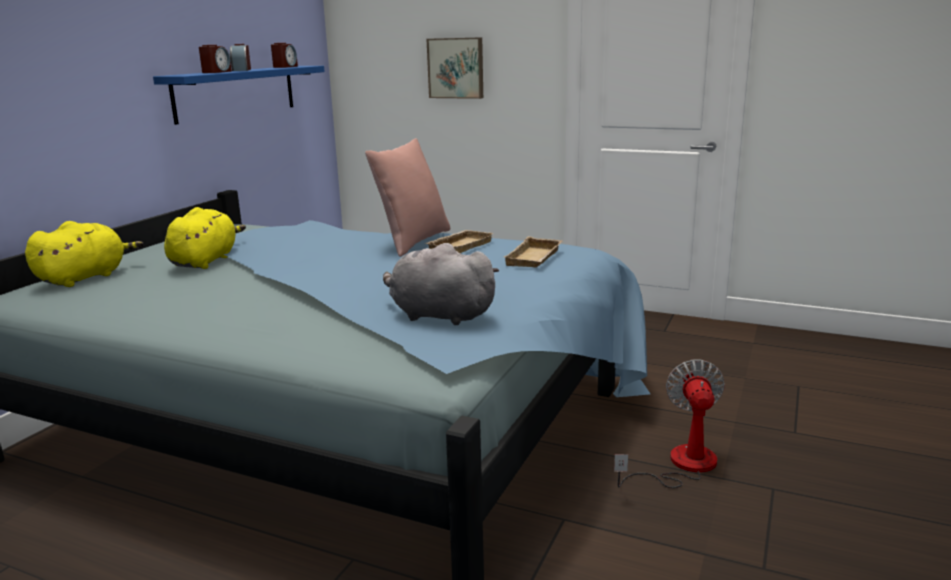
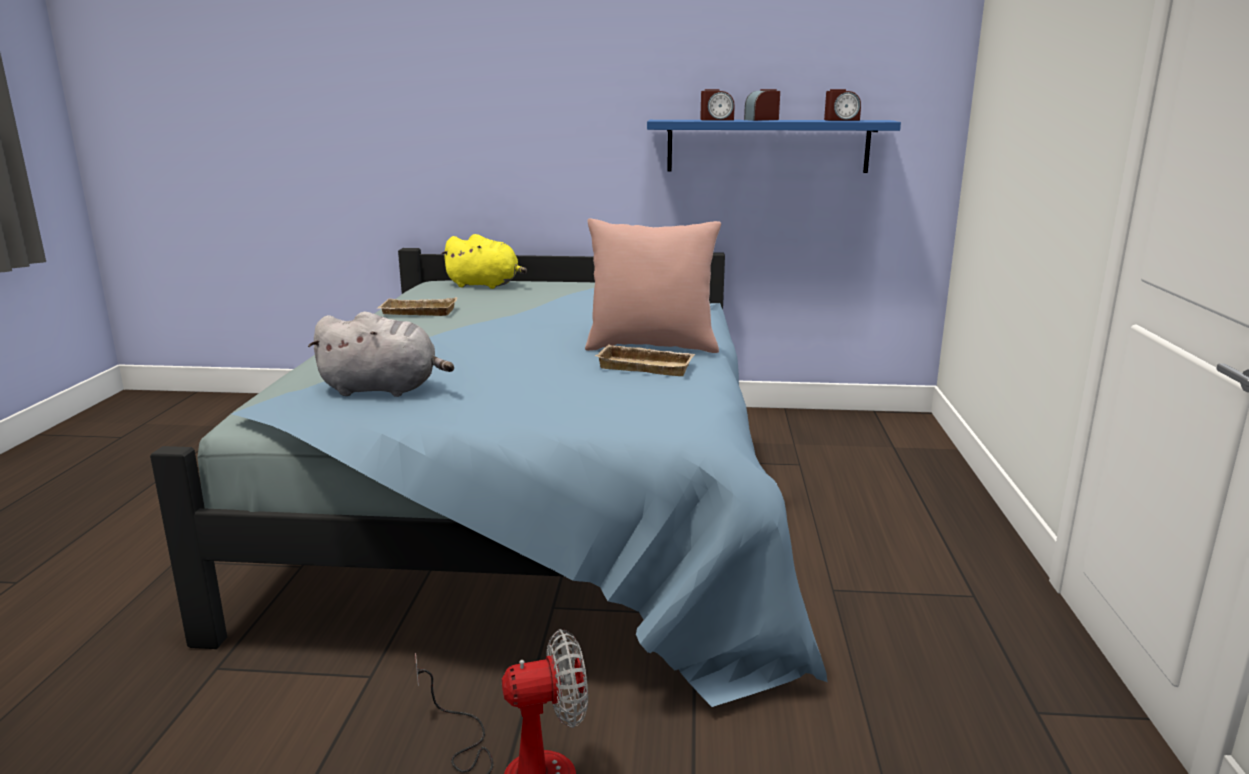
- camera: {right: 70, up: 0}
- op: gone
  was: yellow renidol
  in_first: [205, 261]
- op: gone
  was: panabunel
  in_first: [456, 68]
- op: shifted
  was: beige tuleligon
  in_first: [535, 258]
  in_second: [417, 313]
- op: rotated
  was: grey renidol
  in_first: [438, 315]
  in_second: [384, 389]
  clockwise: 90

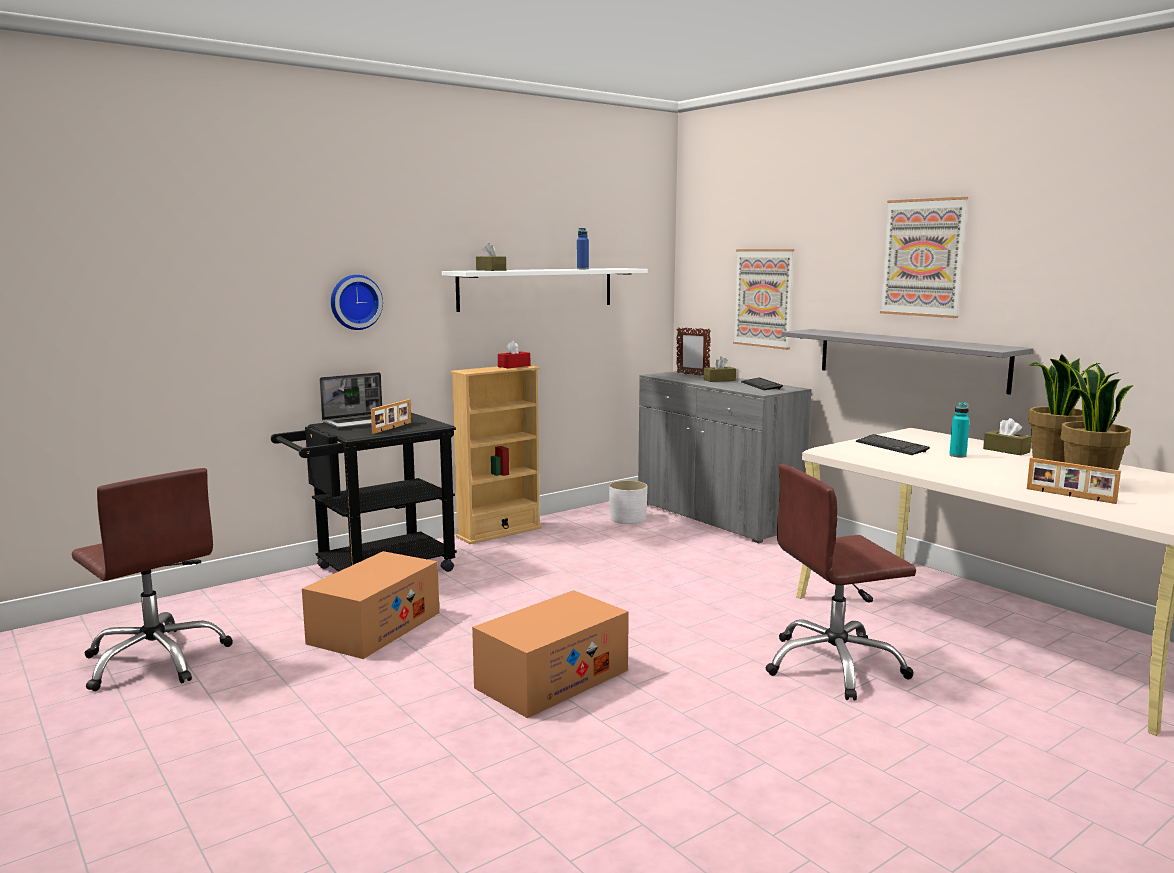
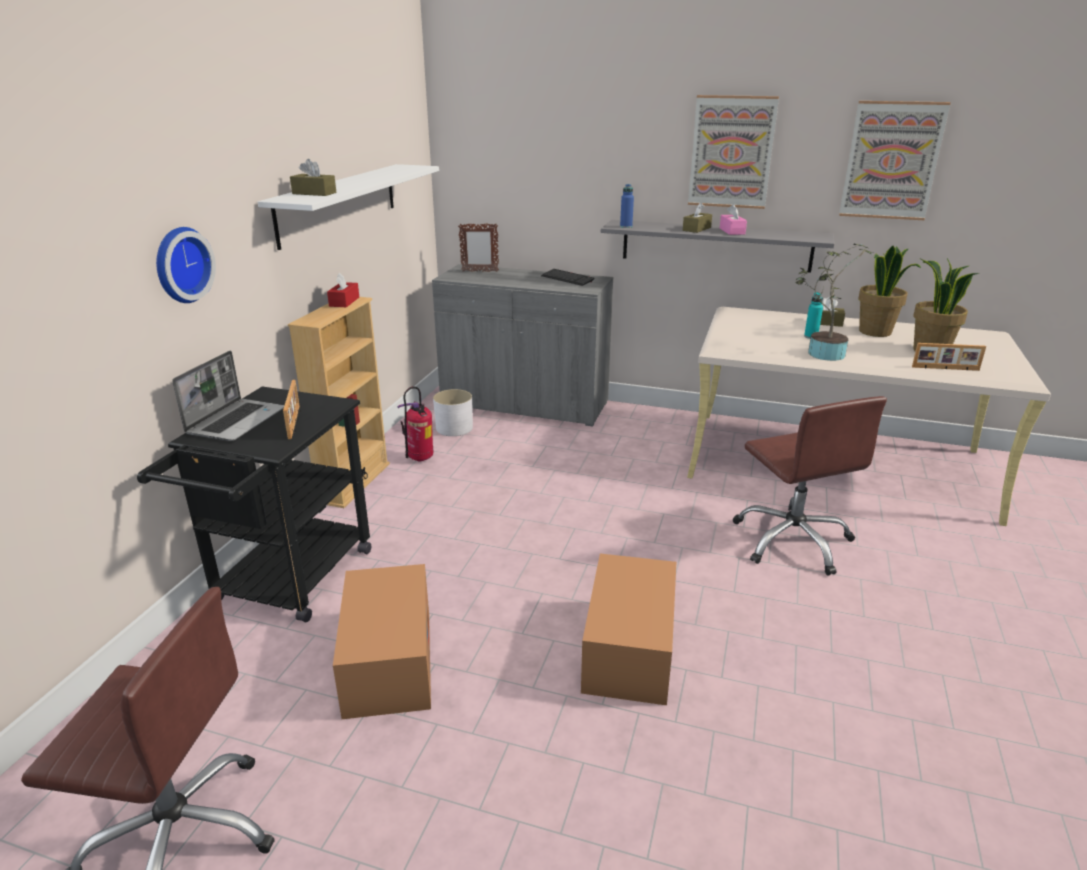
- camera: {right: -35, up: 15}
- op: gone
  was: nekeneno
  in_first: [891, 446]
- op: new
  now: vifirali
  in_second: [420, 459]
- op: new
  now: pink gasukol
  in_second: [732, 231]
- op: new
  now: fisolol
  in_second: [821, 353]
- op: shifted
  was: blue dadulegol
  in_first: [582, 269]
  in_second: [626, 226]
- op: shifted
  was: brown gasukol
  in_first: [719, 380]
  in_second: [696, 229]
- op: shifted
  was: panabunel
  in_first: [763, 298]
  in_second: [891, 161]
- op: rotated
  was: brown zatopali
  in_first: [834, 666]
  in_second: [793, 540]
  clockwise: -60

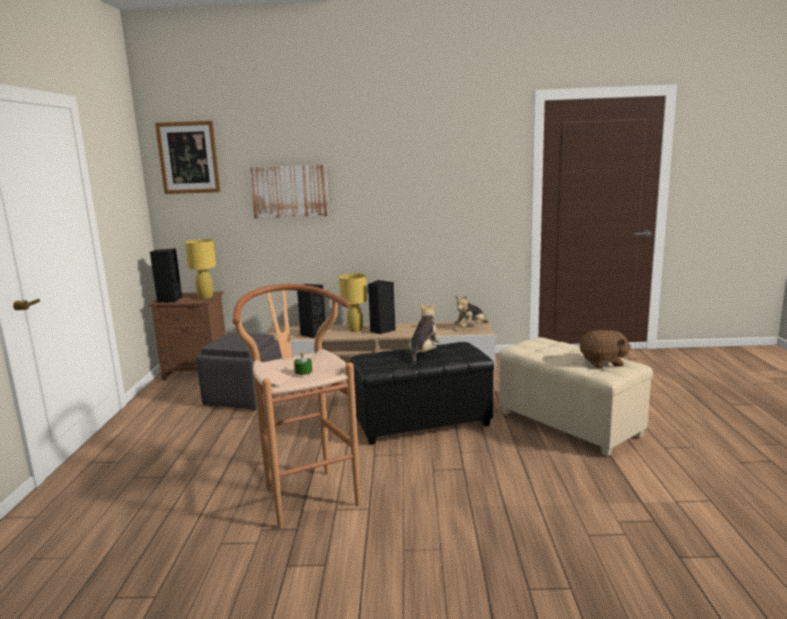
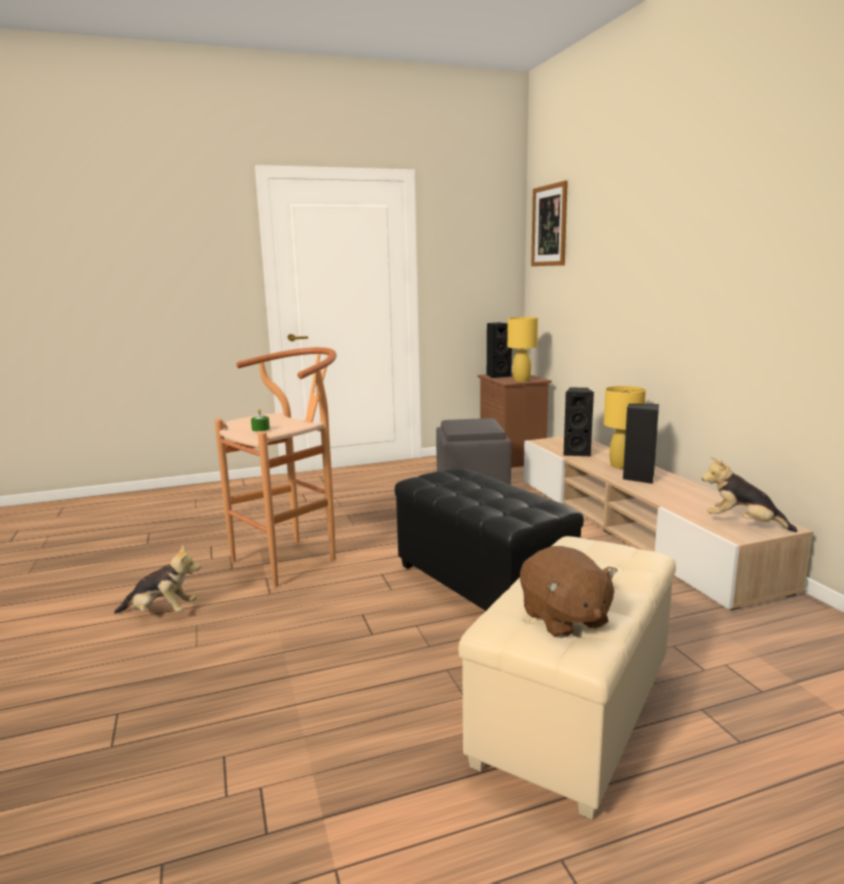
- camera: {right: 70, up: 0}
- op: gone
  was: panabunel
  in_first: [290, 191]
- op: shifted
  was: renidol
  in_first: [424, 353]
  in_second: [161, 612]

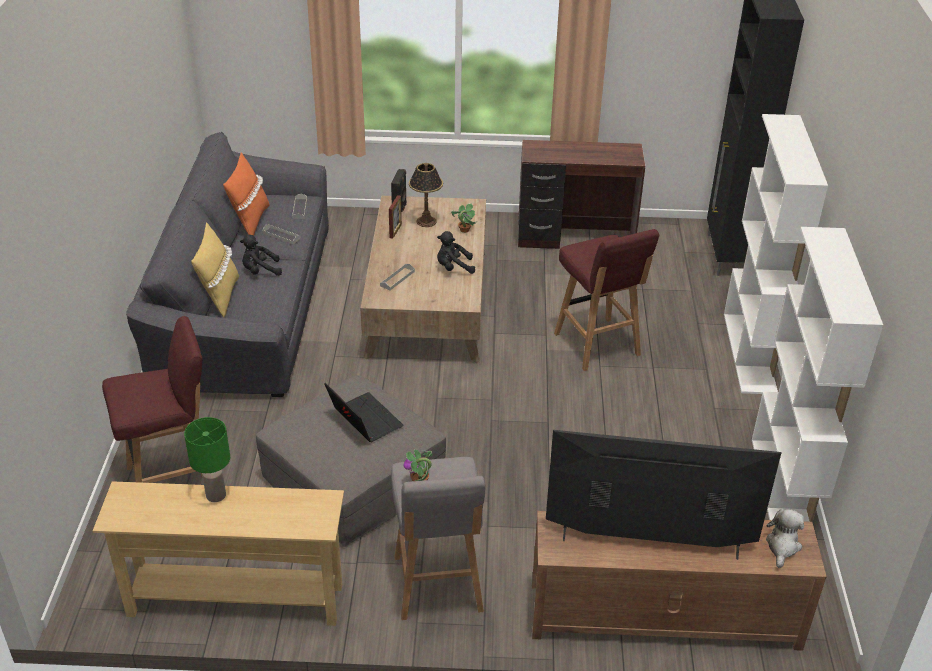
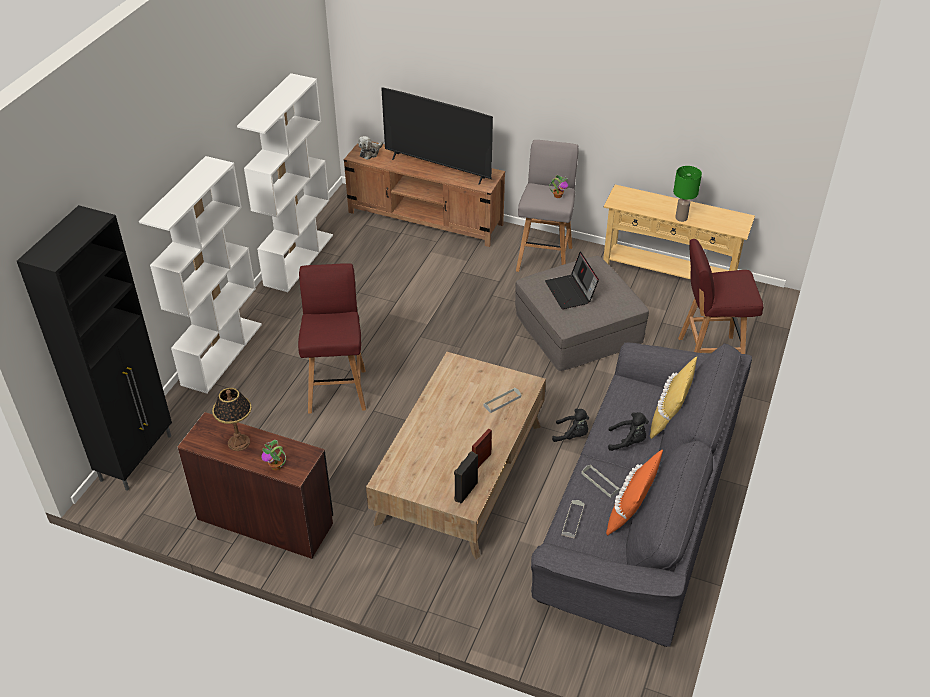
- camera: {right: -160, up: 5}
- op: shifted
  was: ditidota
  in_first: [426, 221]
  in_second: [239, 442]
- op: shifted
  was: black renidol
  in_first: [453, 268]
  in_second: [572, 435]
- op: shifted
  was: fisolol
  in_first: [464, 230]
  in_second: [276, 466]

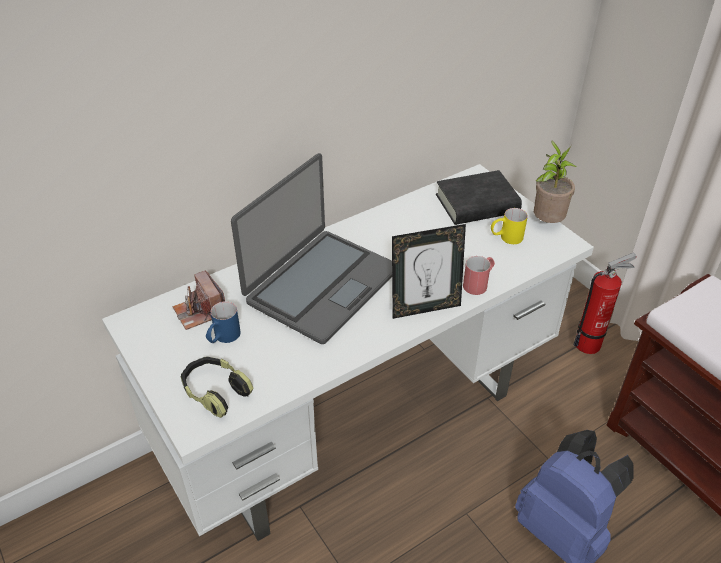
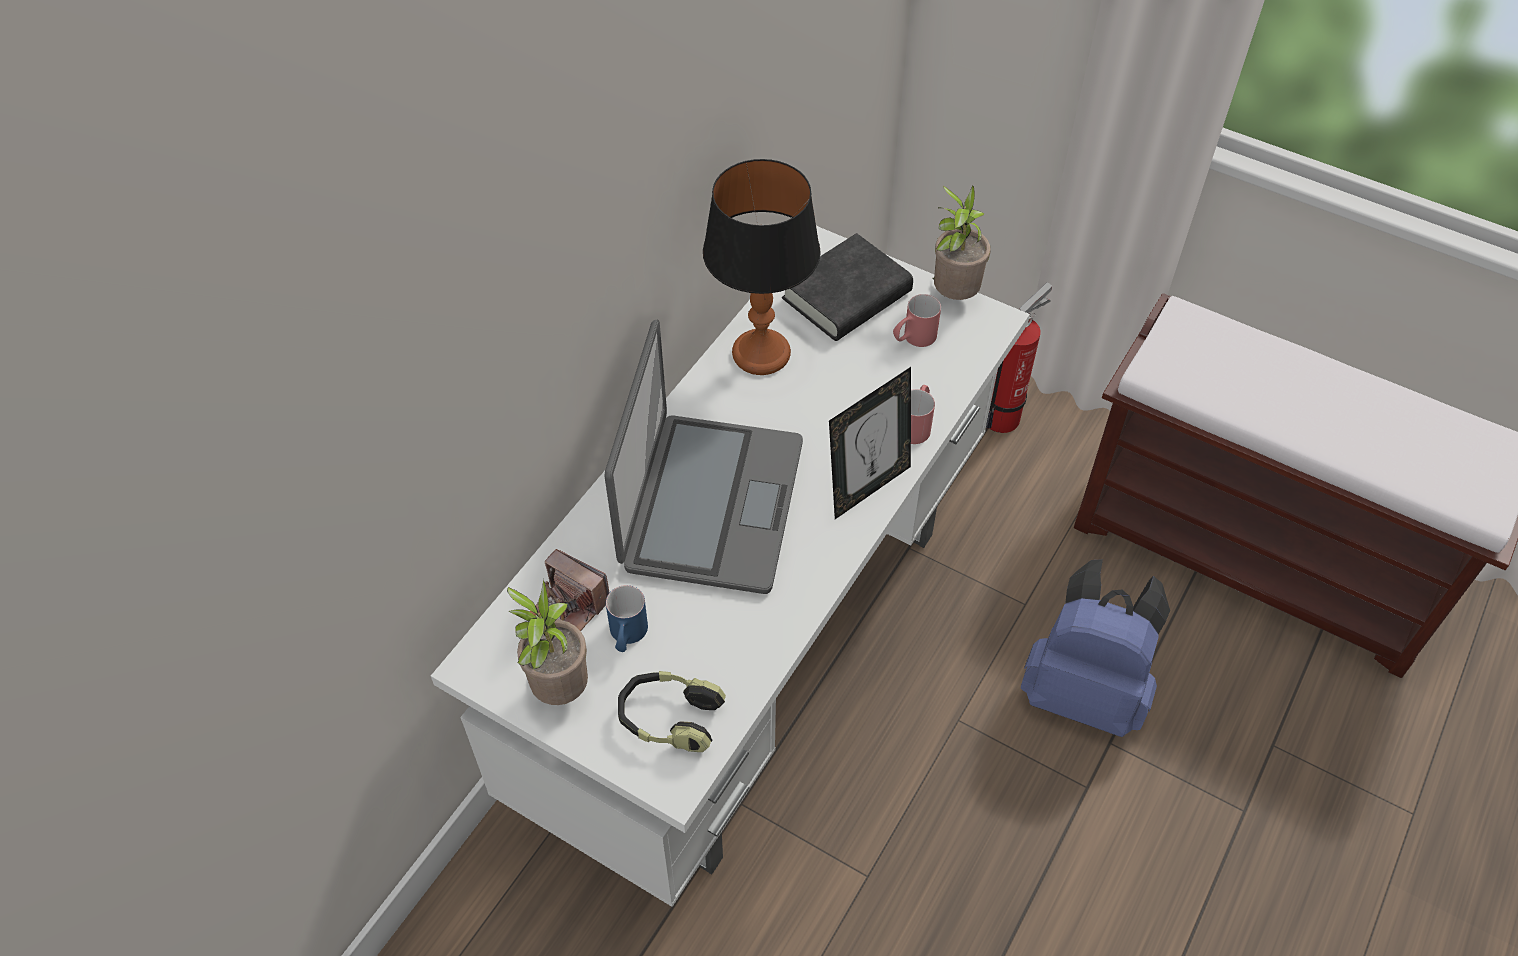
- camera: {right: -25, up: 10}
- op: new
  now: fisolol
  in_second: [558, 689]
- op: new
  now: ditidota
  in_second: [761, 354]
- op: repainted
  was: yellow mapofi
  now: red mapofi
  in_first: [506, 238]
  in_second: [913, 339]

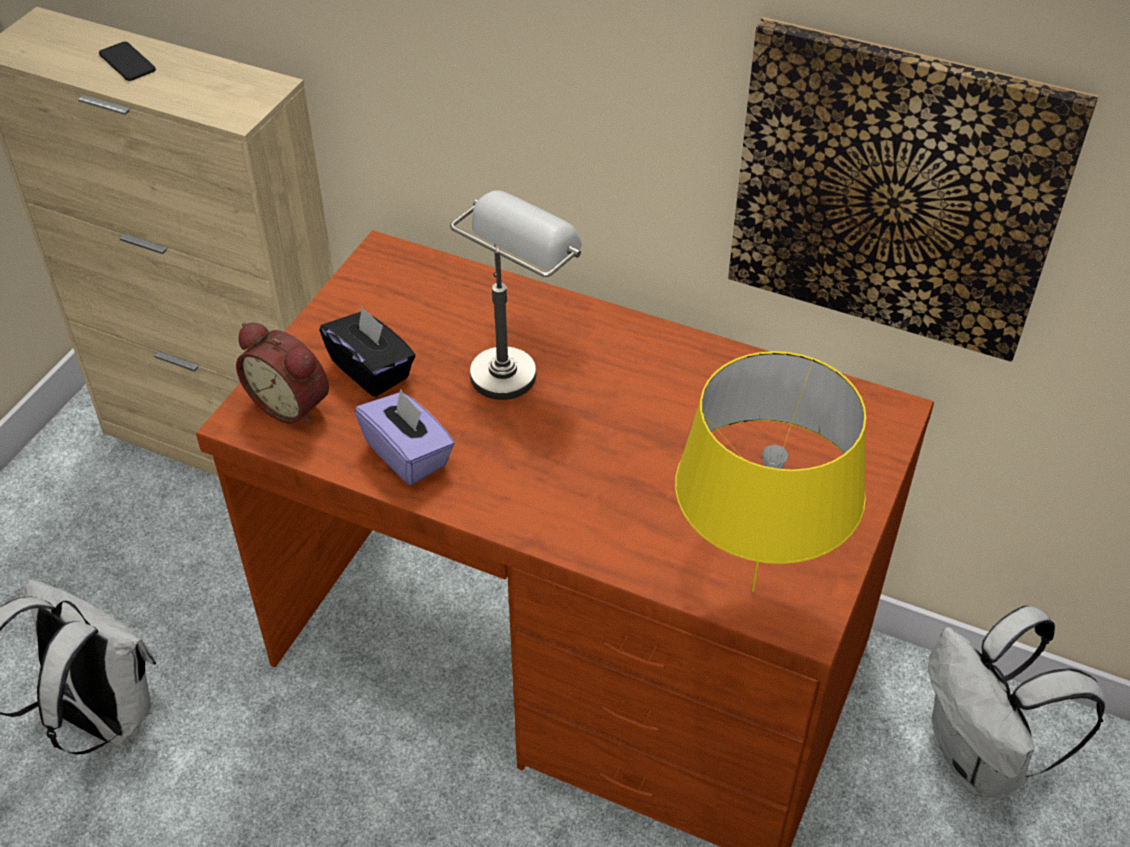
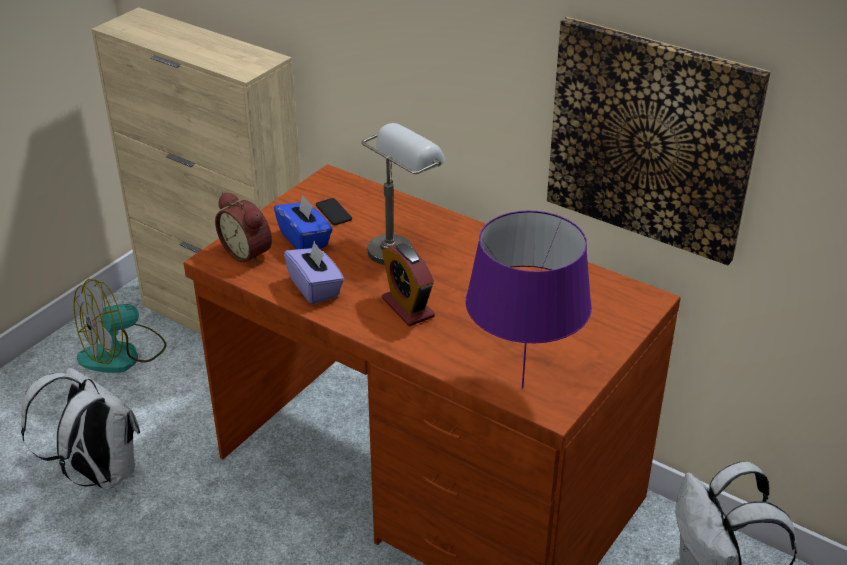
- camera: {right: 10, up: -10}
- op: new
  now: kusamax
  in_second: [122, 354]
- op: new
  now: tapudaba
  in_second: [408, 307]
- op: shifted
  was: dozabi
  in_first: [127, 62]
  in_second: [333, 212]
- op: repainted
  was: black gasukol
  now: blue gasukol
  in_first: [371, 370]
  in_second: [305, 240]
- op: repainted
  was: yellow ditidota
  now: purple ditidota
  in_first: [752, 590]
  in_second: [522, 387]

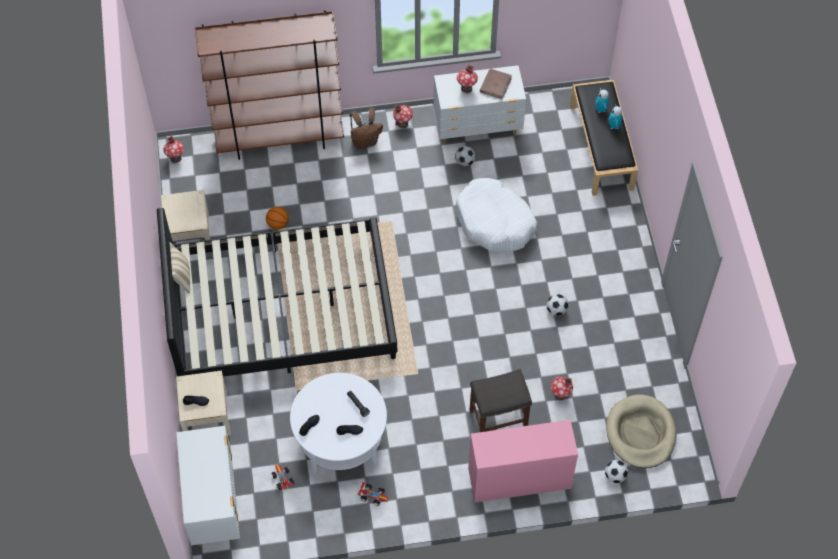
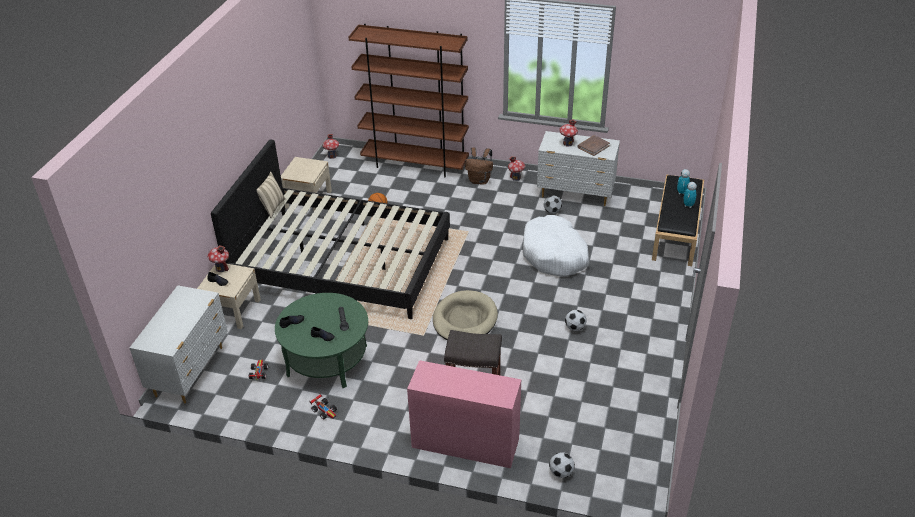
- camera: {right: 25, up: -20}
- op: shifted
  was: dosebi
  in_first: [560, 395]
  in_second: [221, 268]
- op: shifted
  was: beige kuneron
  in_first: [640, 433]
  in_second: [464, 319]
- op: repainted
  was: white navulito
  now: green navulito
  in_first: [340, 438]
  in_second: [327, 360]

